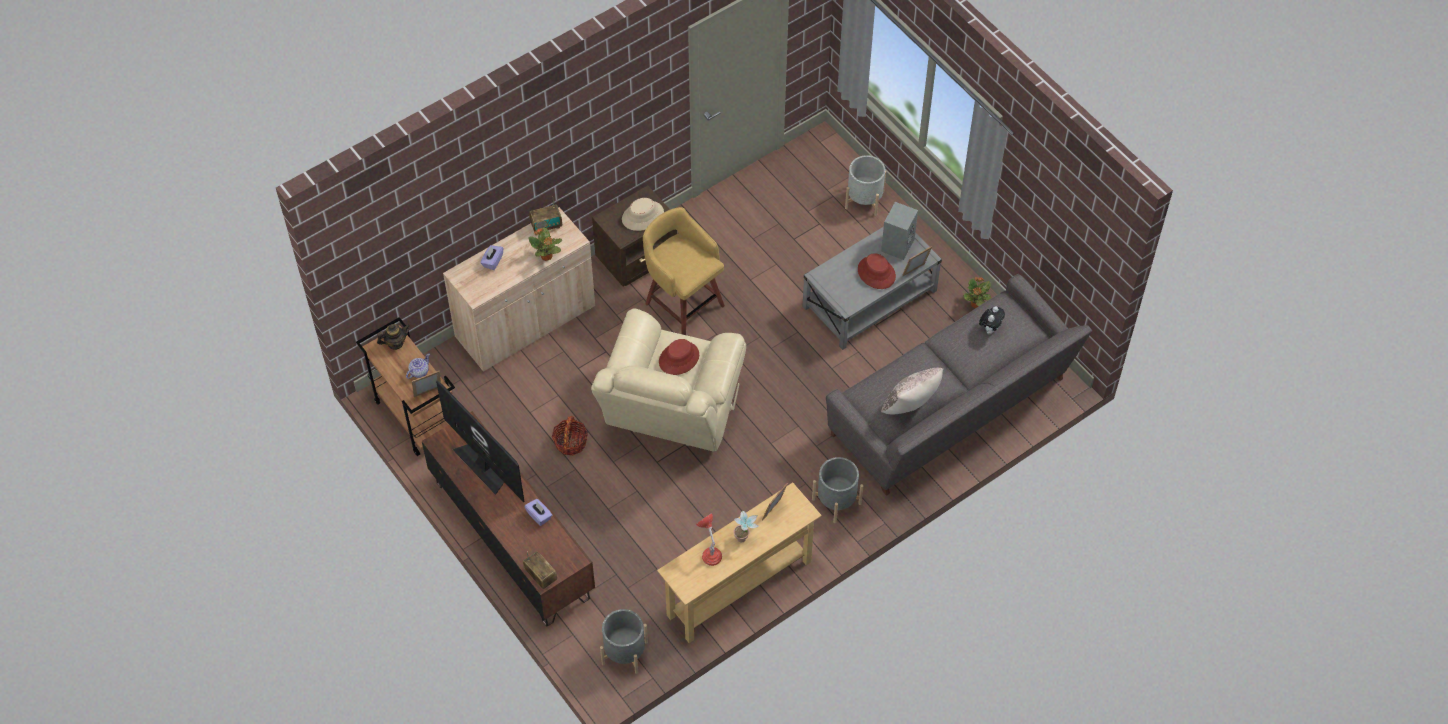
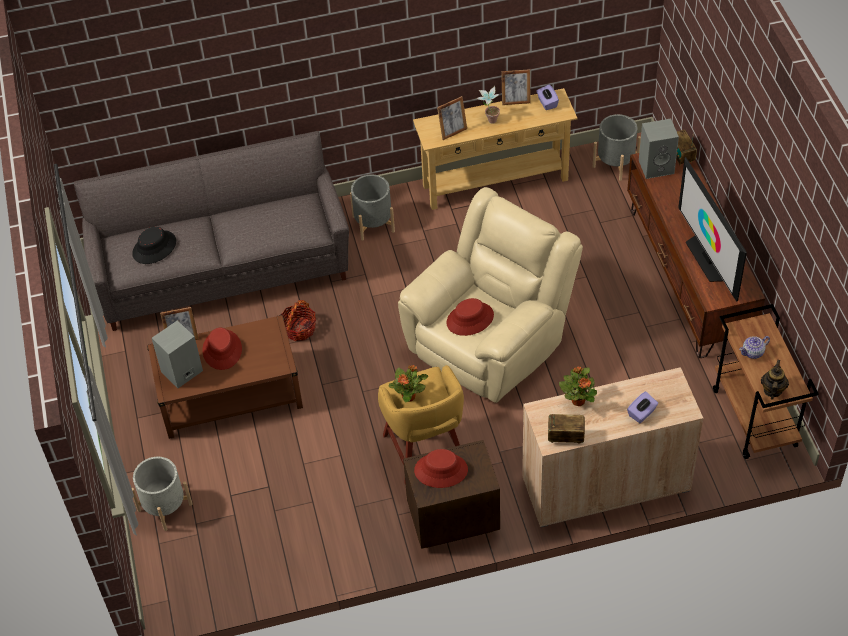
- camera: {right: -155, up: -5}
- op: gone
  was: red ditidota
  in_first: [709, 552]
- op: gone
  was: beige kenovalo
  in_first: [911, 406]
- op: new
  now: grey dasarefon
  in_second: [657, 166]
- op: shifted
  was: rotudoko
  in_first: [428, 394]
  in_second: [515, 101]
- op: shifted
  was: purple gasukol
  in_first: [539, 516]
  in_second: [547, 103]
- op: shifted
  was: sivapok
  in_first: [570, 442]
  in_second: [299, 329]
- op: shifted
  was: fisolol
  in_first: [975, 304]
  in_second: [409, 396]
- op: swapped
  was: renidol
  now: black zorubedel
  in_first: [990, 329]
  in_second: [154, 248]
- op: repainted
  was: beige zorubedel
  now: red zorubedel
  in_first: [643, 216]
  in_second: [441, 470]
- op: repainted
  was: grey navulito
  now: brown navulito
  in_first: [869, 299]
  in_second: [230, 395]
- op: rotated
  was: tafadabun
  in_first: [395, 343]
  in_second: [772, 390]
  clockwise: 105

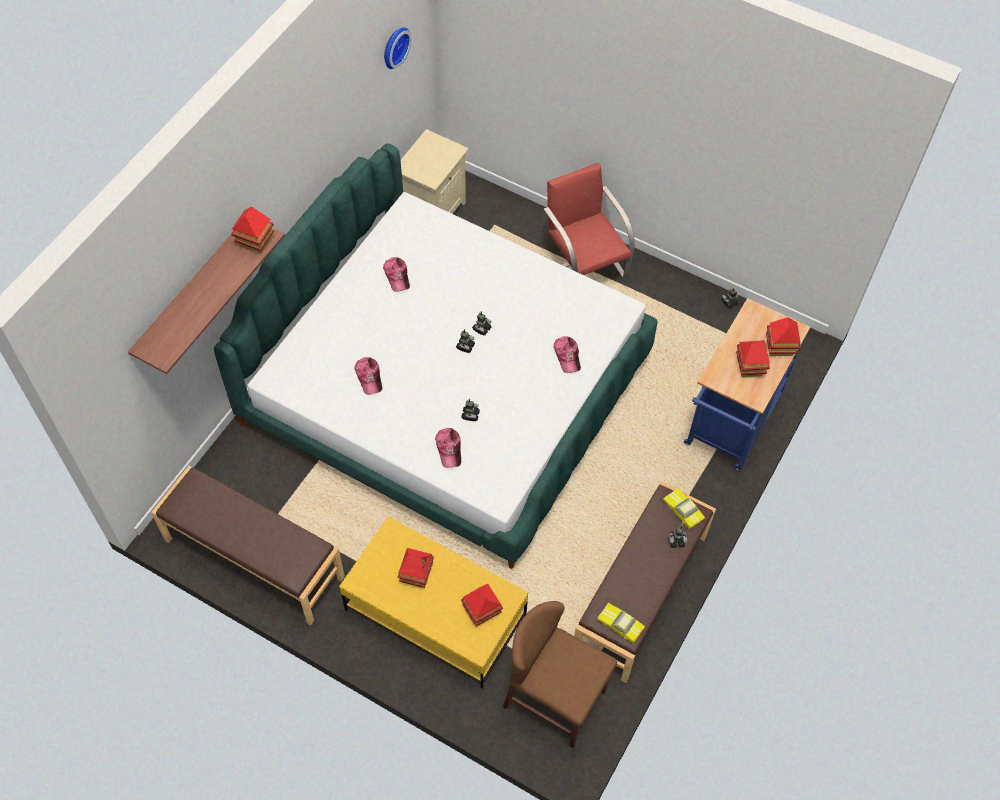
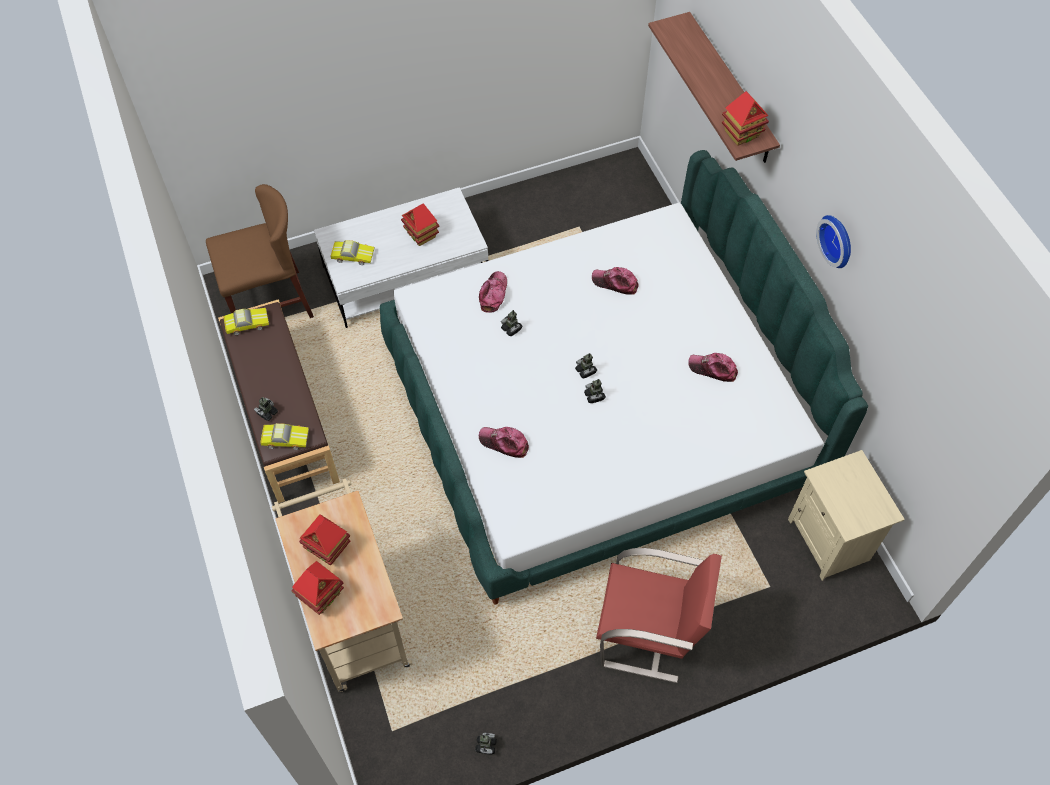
- camera: {right: 130, up: 0}
- op: gone
  was: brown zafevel
  in_first: [253, 559]
- op: shifted
  was: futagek
  in_first: [394, 46]
  in_second: [838, 240]
- op: swapped
  was: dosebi
  now: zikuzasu
  in_first: [481, 612]
  in_second: [352, 255]
- op: repainted
  was: yellow navulito
  now: white navulito
  in_first: [436, 613]
  in_second: [405, 275]
- op: repainted
  was: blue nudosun
  now: beige nudosun
  in_first: [730, 427]
  in_second: [354, 616]
- op: rotated
  was: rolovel
  in_first: [449, 449]
  in_second: [493, 294]
  clockwise: 75

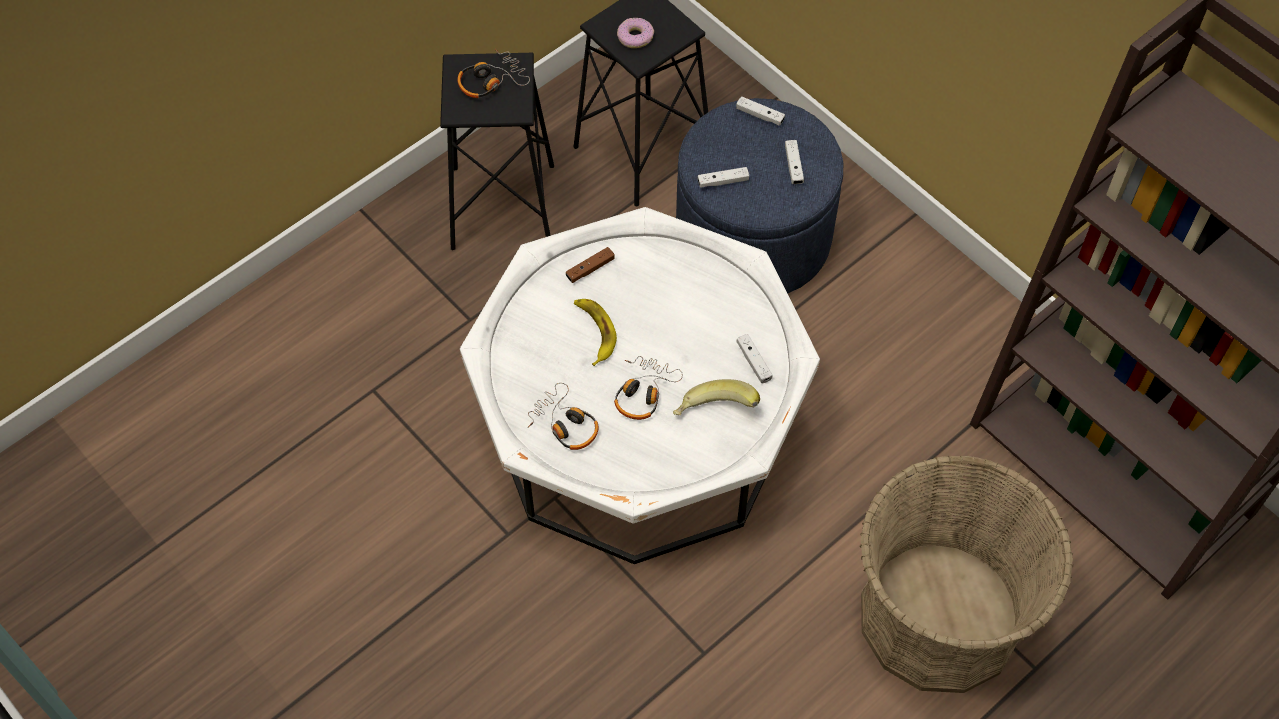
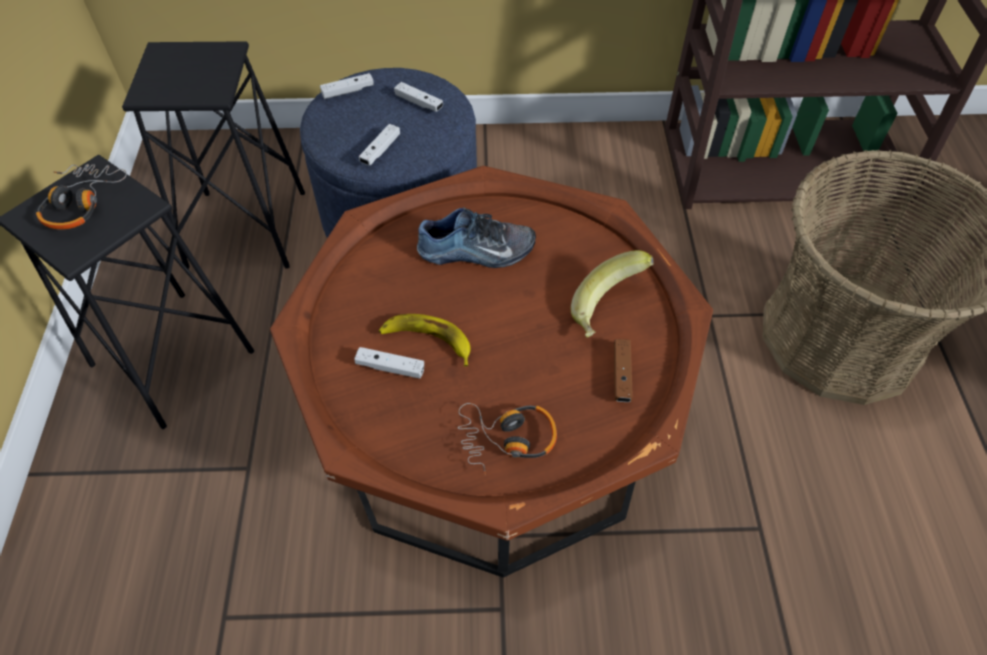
- camera: {right: -50, up: -5}
- op: gone
  was: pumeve
  in_first: [643, 392]
- op: gone
  was: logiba
  in_first: [635, 37]
- op: new
  now: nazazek
  in_second: [476, 252]
- op: shifted
  was: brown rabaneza
  in_first: [590, 269]
  in_second: [621, 375]
- op: shifted
  was: white rabaneza
  in_first: [754, 362]
  in_second: [390, 367]
- op: repainted
  was: white navulito
  now: brown navulito
  in_first: [639, 429]
  in_second: [493, 415]

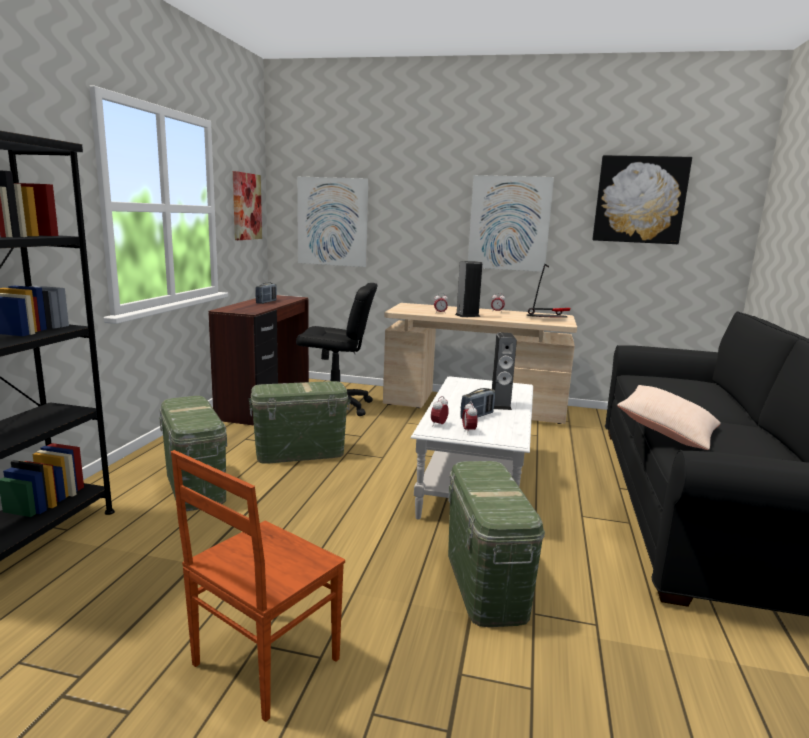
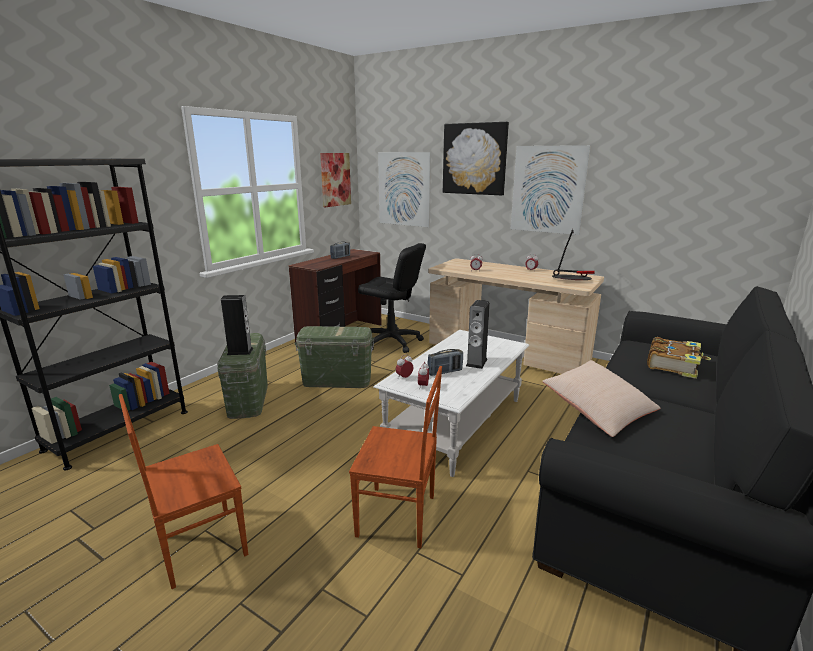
- camera: {right: 20, up: 5}
- op: new
  now: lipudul
  in_second: [674, 365]
- op: shifted
  was: dasarefon
  in_first: [467, 315]
  in_second: [240, 351]
- op: shifted
  was: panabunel
  in_first: [640, 200]
  in_second: [474, 159]
- op: swapped
  was: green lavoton
  now: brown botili
  in_first: [486, 583]
  in_second: [397, 517]

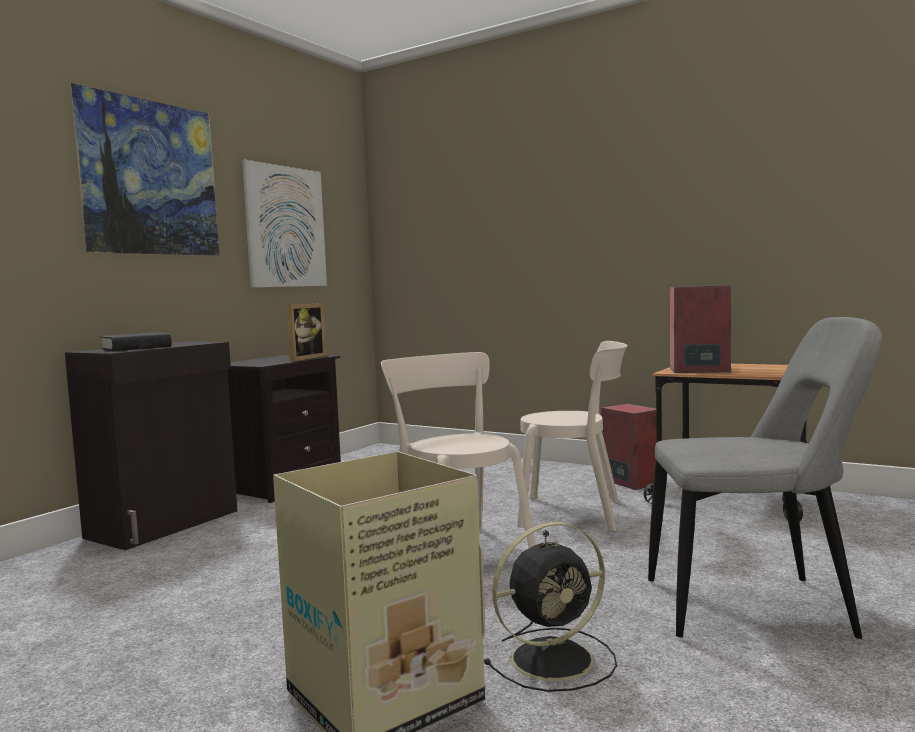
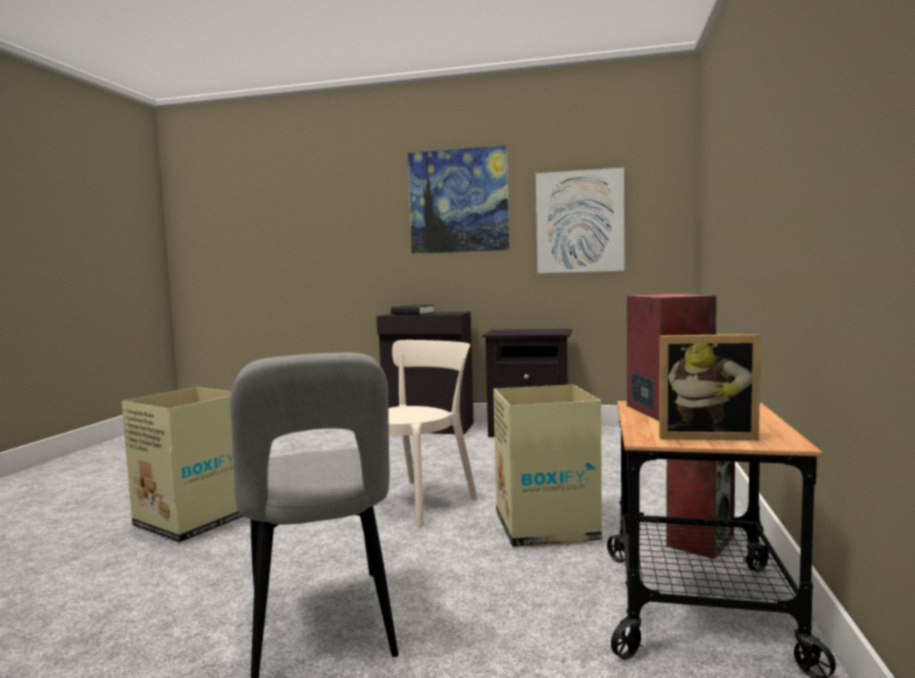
- camera: {right: 70, up: 0}
- op: gone
  was: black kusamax
  in_first: [555, 658]
- op: shifted
  was: rotudoko
  in_first: [304, 358]
  in_second: [705, 435]
- op: swapped
  was: beige botili
  now: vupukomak
  in_first: [576, 513]
  in_second: [546, 528]

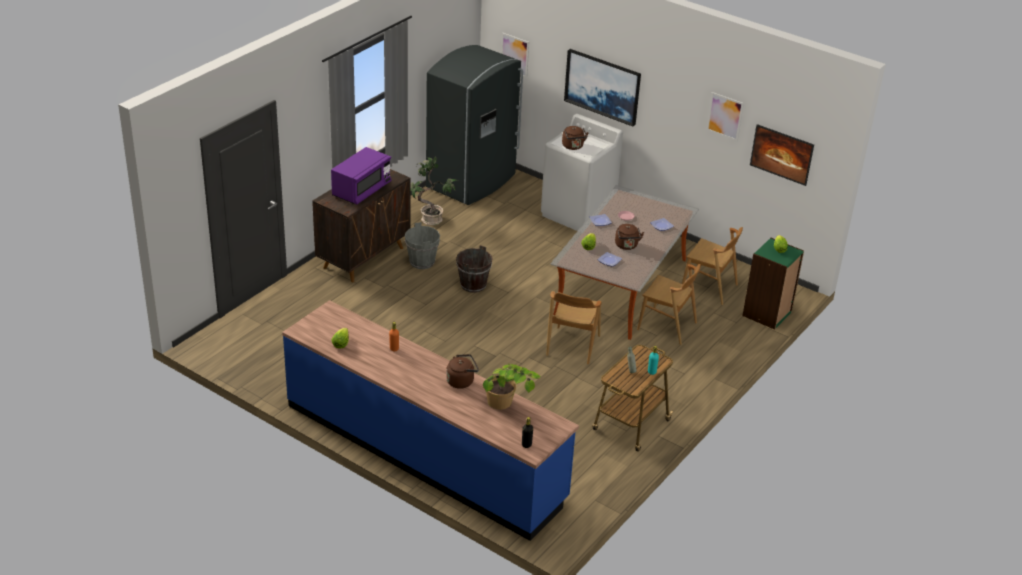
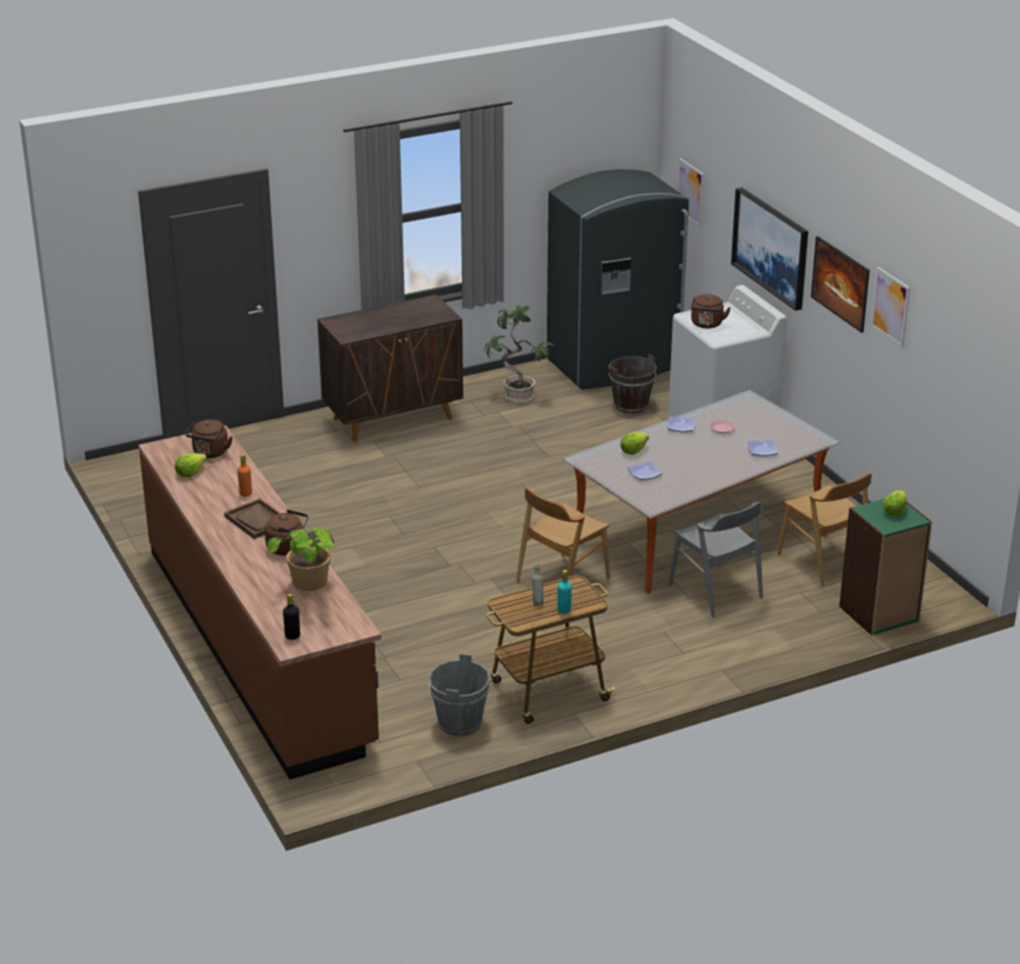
- camera: {right: 30, up: -5}
- op: gone
  was: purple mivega
  in_first: [361, 190]
- op: new
  now: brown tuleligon
  in_second: [257, 520]
- op: shifted
  was: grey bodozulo
  in_first: [422, 262]
  in_second: [460, 723]
- op: shifted
  was: brown bodozulo
  in_first: [473, 285]
  in_second: [631, 405]
- op: shifted
  was: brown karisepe
  in_first: [627, 246]
  in_second: [210, 453]
- op: shifted
  was: panabunel
  in_first: [779, 164]
  in_second: [839, 299]
- op: repainted
  was: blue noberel
  now: brown noberel
  in_first: [424, 451]
  in_second: [259, 645]
- op: repainted
  was: brown botili
  now: grey botili
  in_first: [667, 326]
  in_second: [715, 591]

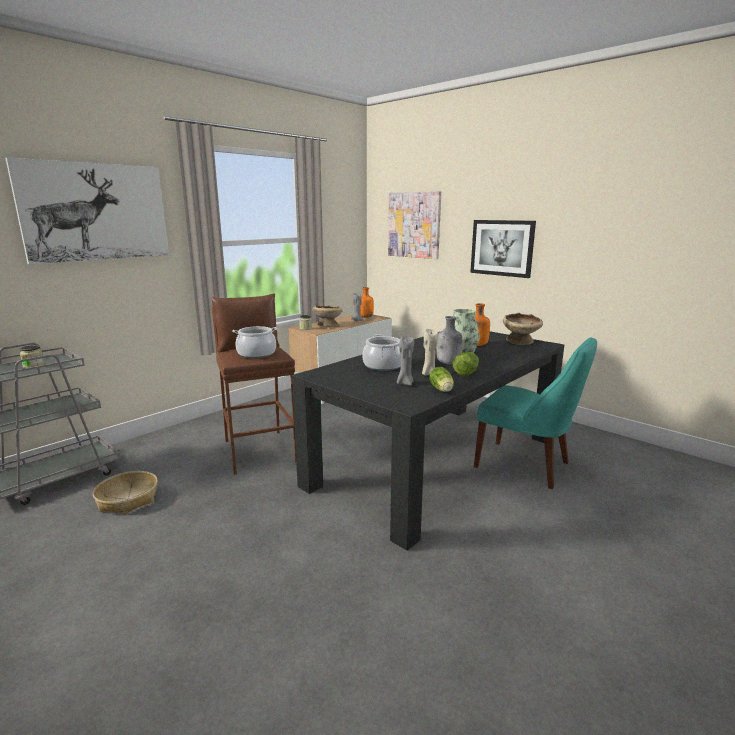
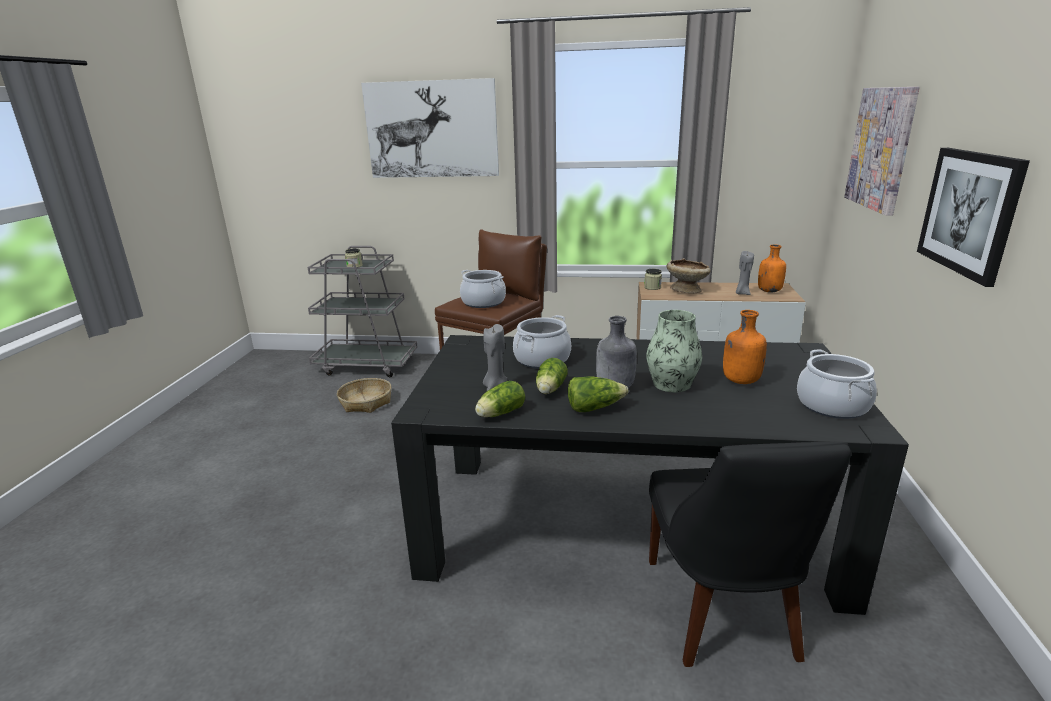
- camera: {right: 55, up: 5}
- op: swapped
  was: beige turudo
  now: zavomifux
  in_first: [428, 374]
  in_second: [550, 390]
- op: swapped
  was: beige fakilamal
  now: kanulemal
  in_first: [520, 342]
  in_second: [832, 405]
- op: repainted
  was: turquoise botili
  now: black botili
  in_first: [526, 466]
  in_second: [722, 613]

